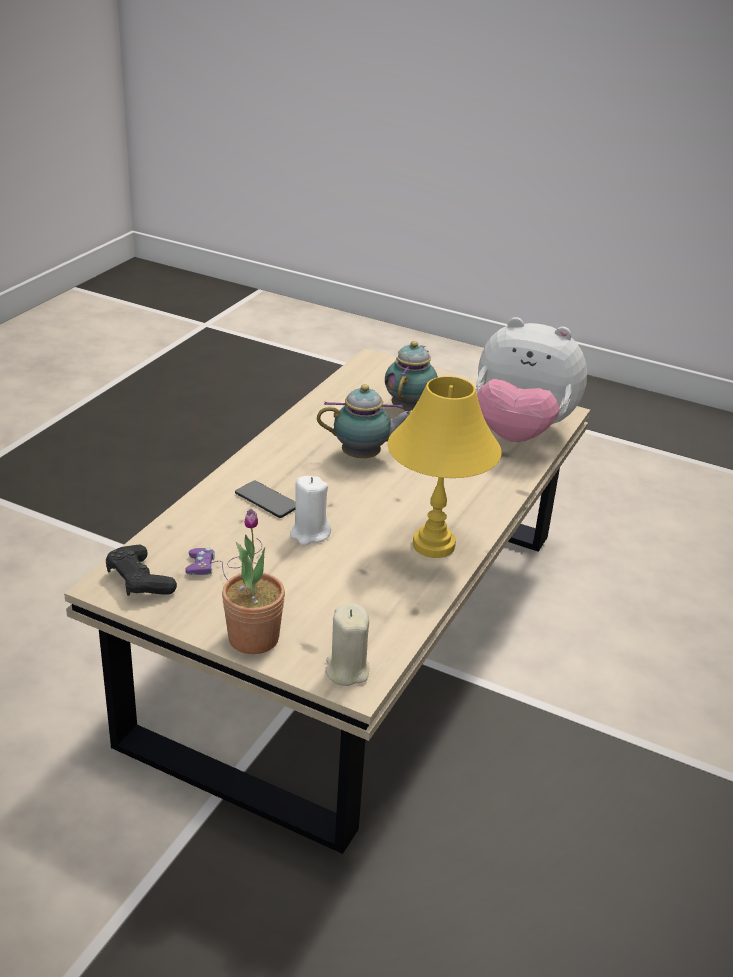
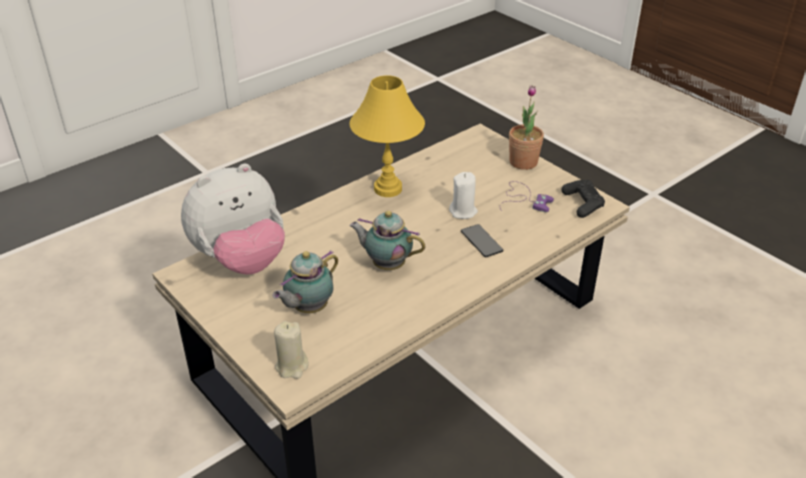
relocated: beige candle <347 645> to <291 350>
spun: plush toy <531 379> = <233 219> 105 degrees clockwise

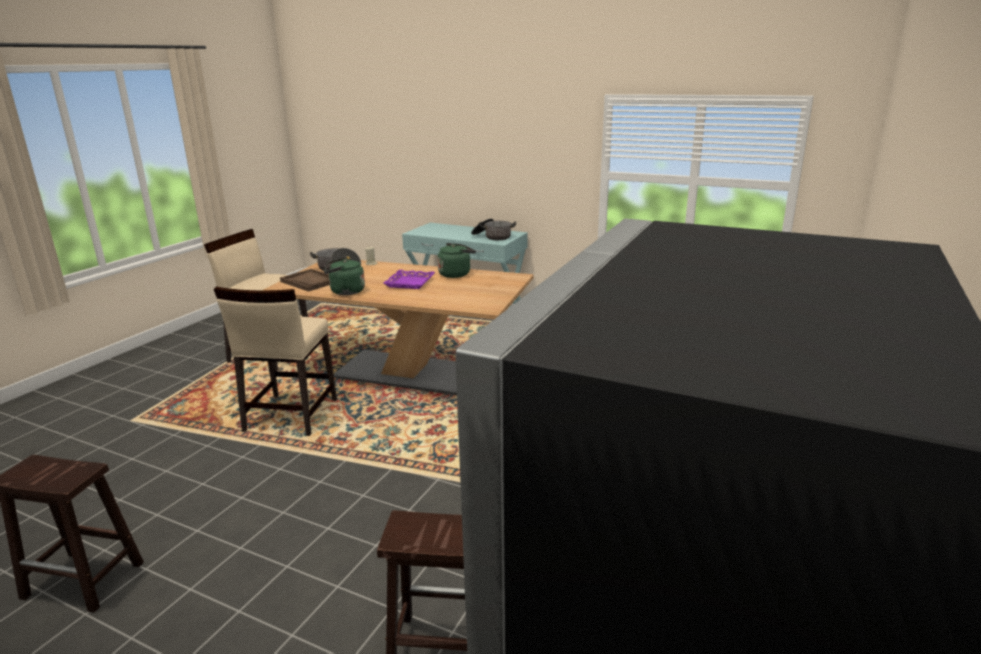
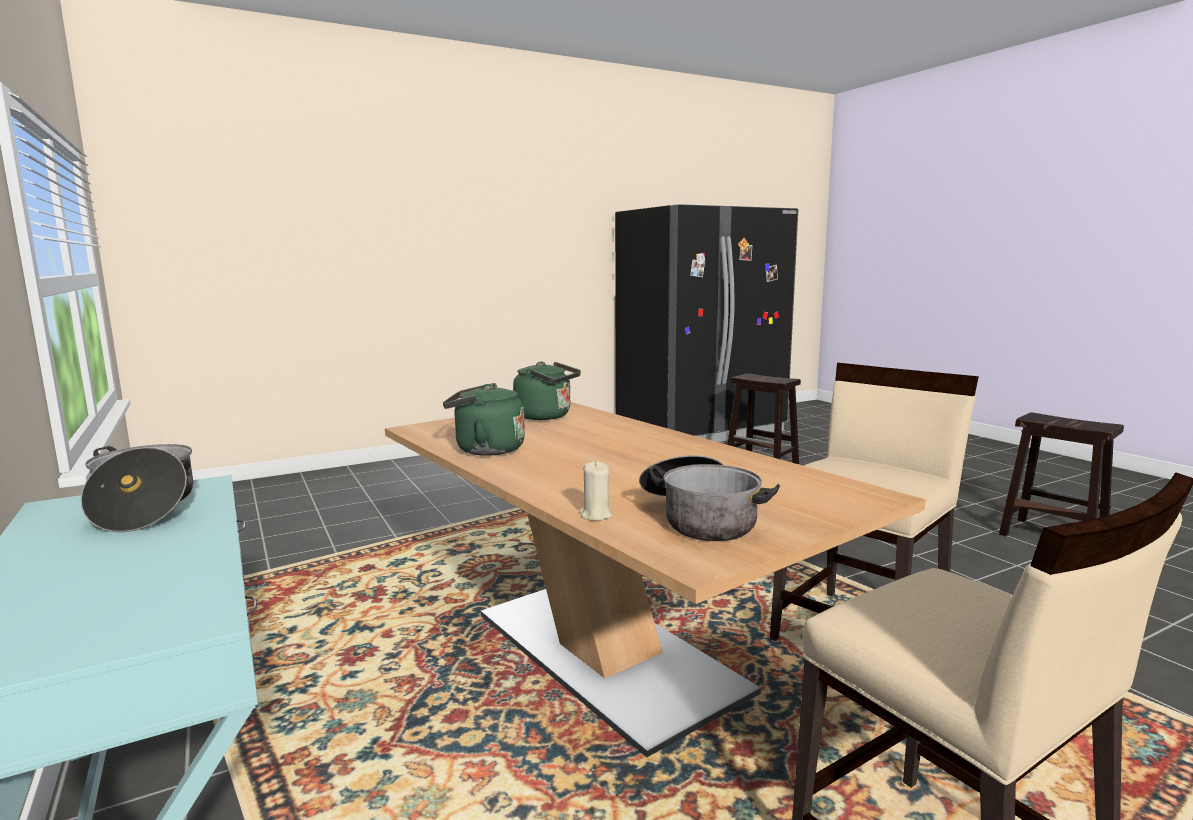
missing: brown tray <305 280>; purple tray <409 279>
relocated: green kettle <344 276> to <547 391>

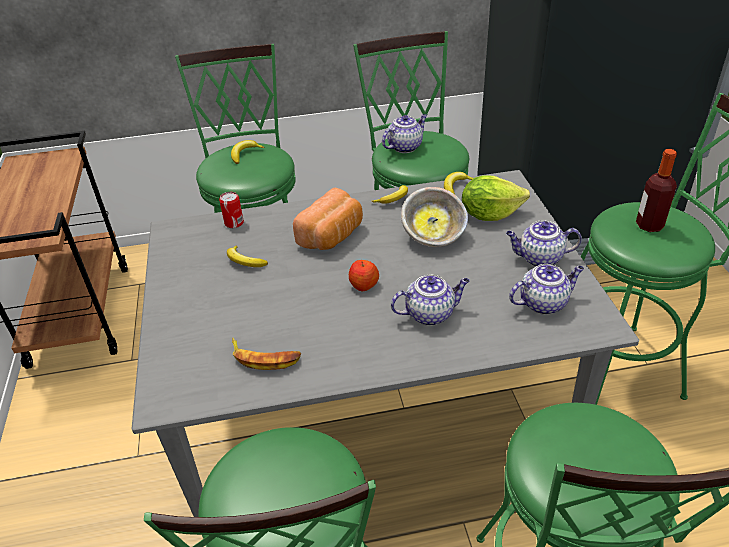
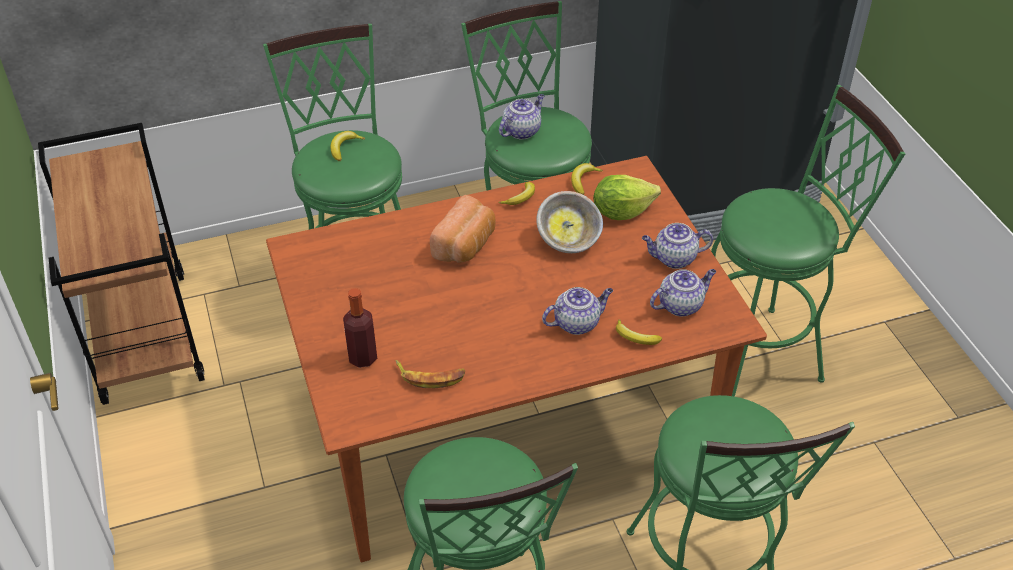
missing: can <231 210>; apple <364 275>
relocated: banana <247 256> to <639 332>; bottle <656 190> to <360 328>
colour: grey dining table <385 343> to brown dining table <516 359>

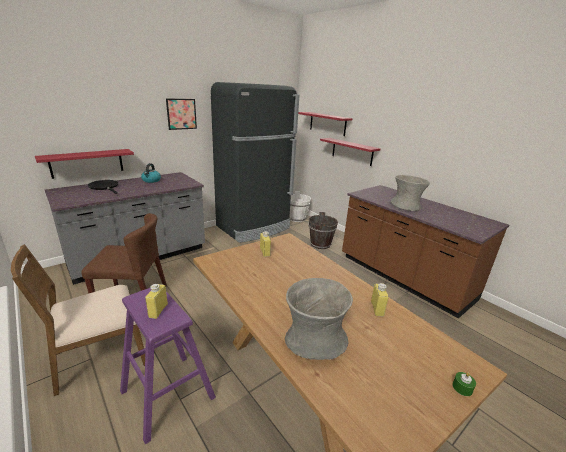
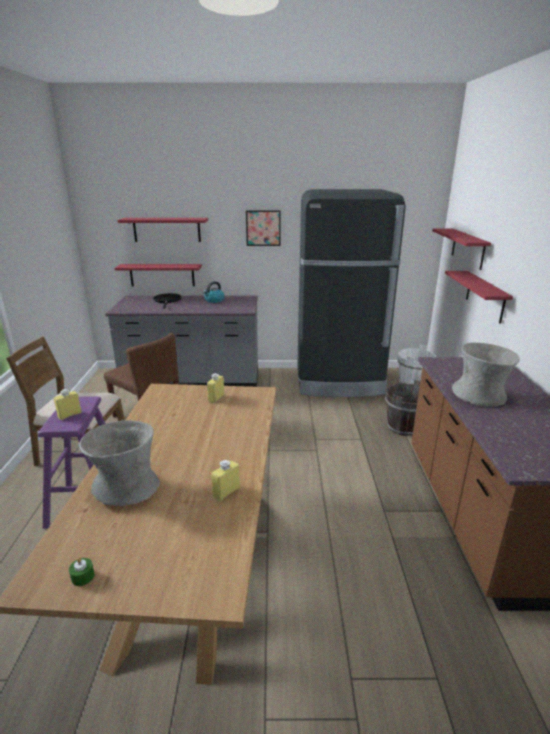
appeared: red shelf <163 230>
relocated: green candle <464 384> to <82 571>

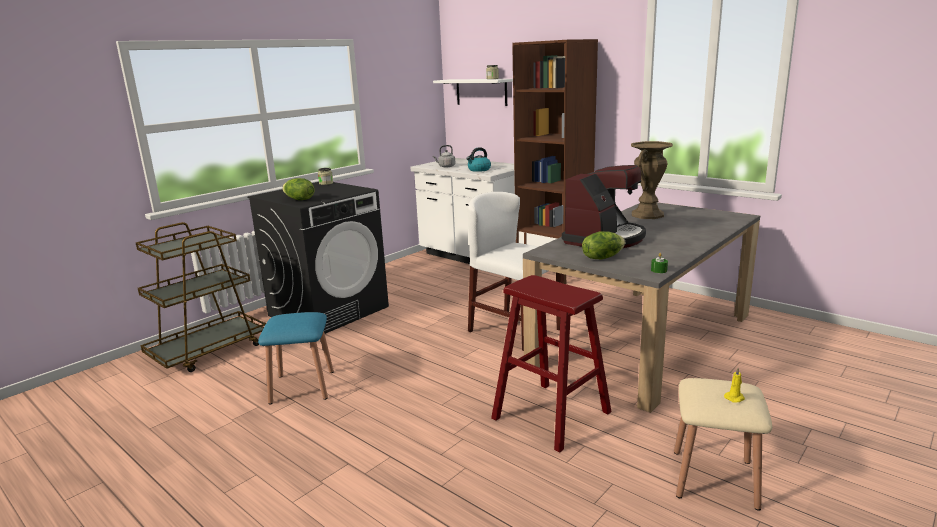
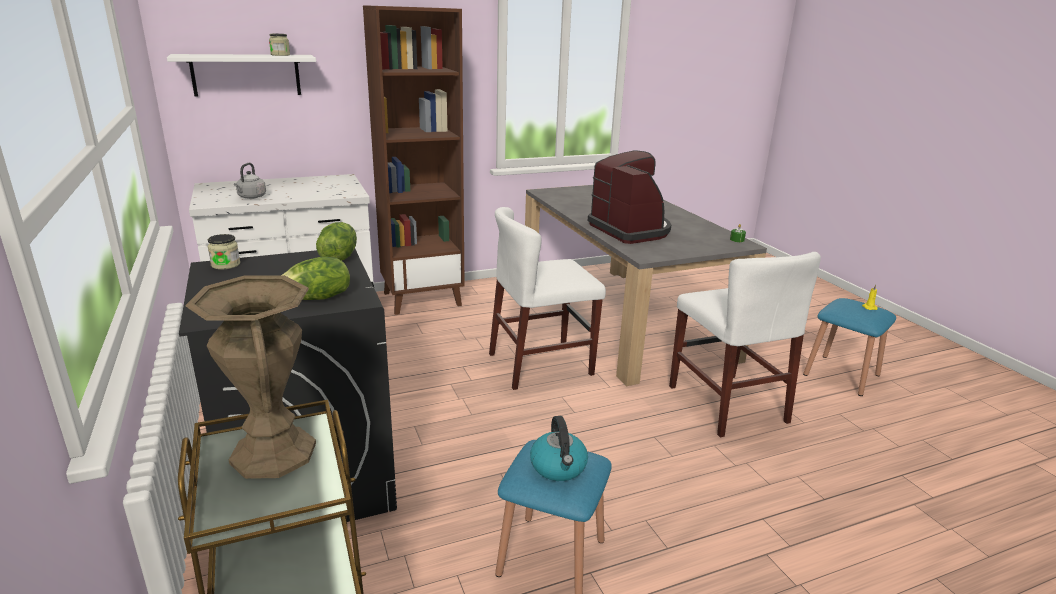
relocated: kettle <478 159> to <559 448>; lettuce <603 245> to <336 241>; brown vase <652 180> to <251 377>
exchanged: red stool <551 364> to white chair <745 344>
colour: beige stool <723 444> to blue stool <849 347>

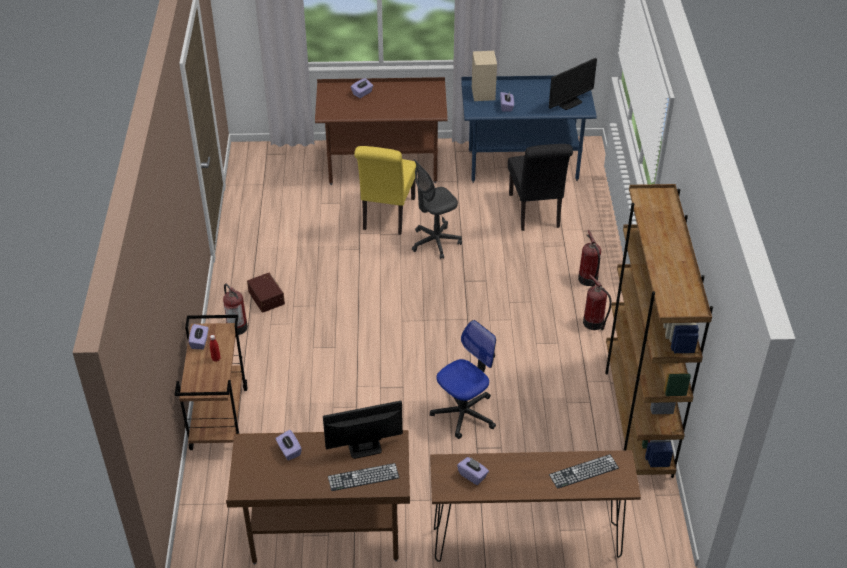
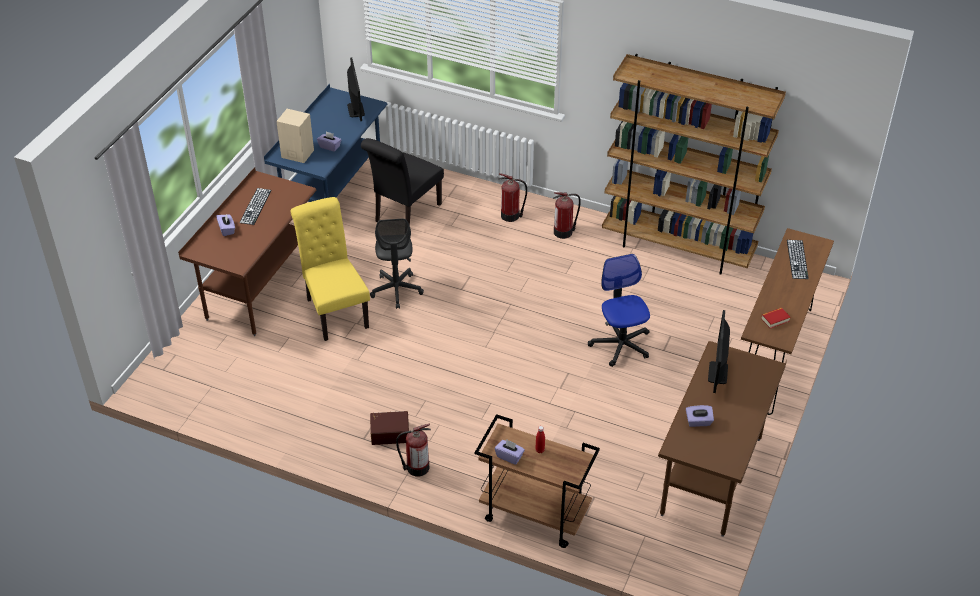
relocated: keyboard <363 477> to <255 206>
exchanged: purple tissue box <473 471> to book <776 318>
spun: yellow chair <386 190> = <330 269> 150 degrees counterclockwise; black chair <540 187> = <402 181> 105 degrees clockwise

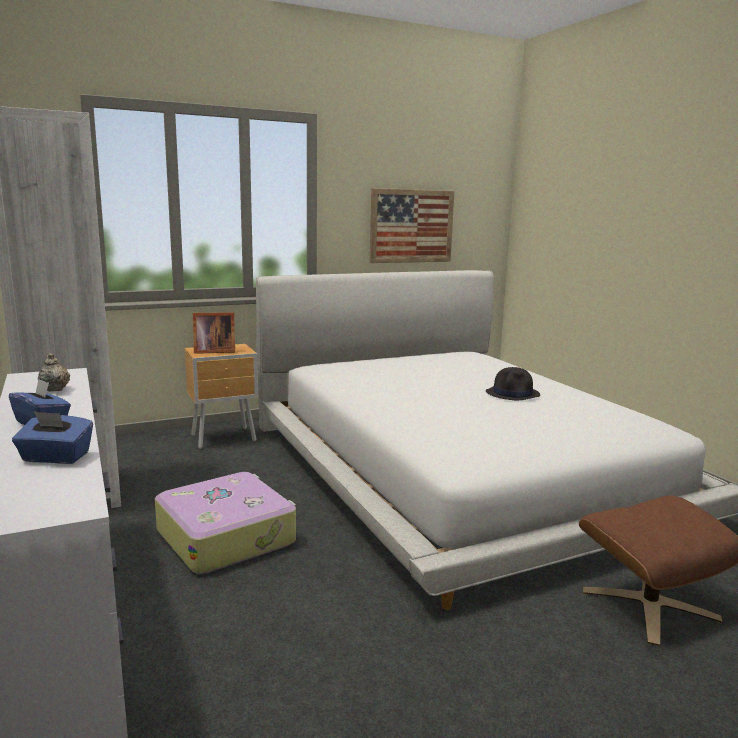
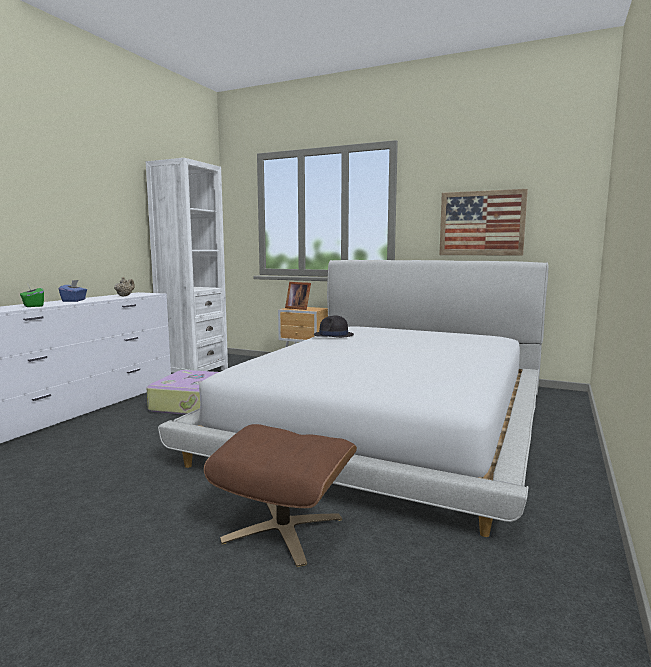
relocated: black hat <513 383> to <334 326>
colour: blue tissue box <52 437> to green tissue box <32 295>

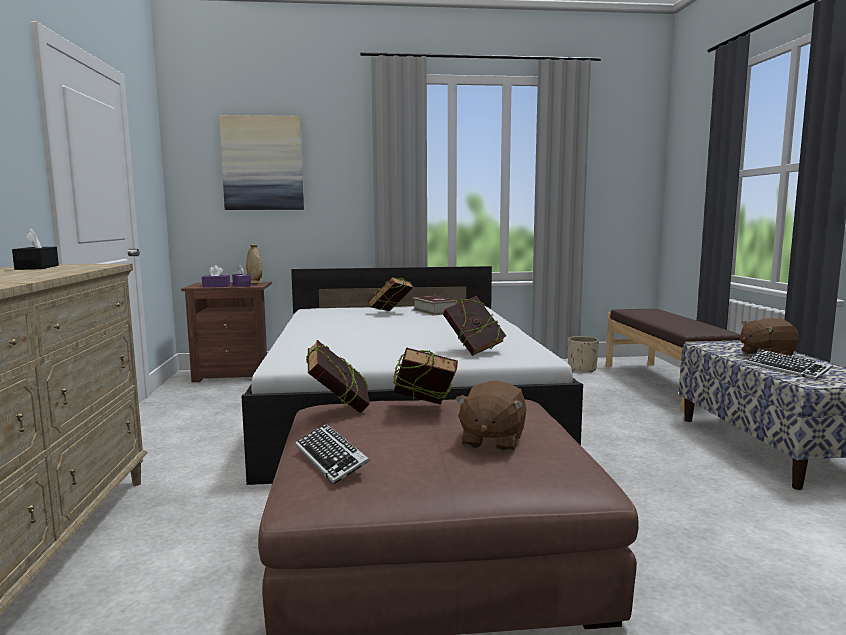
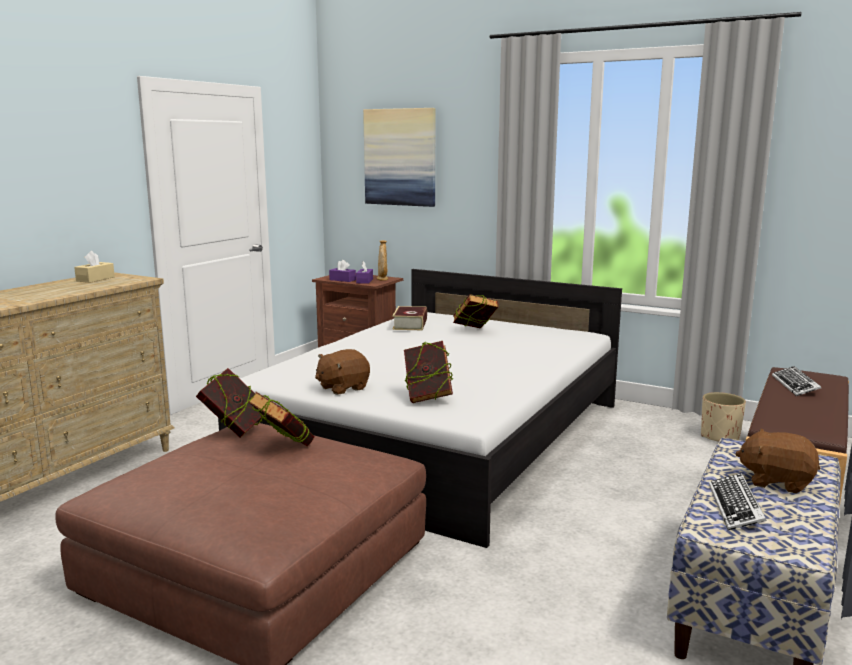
relocated: keyboard <332 454> to <796 381>; book <435 306> to <409 318>; brown plush toy <491 416> to <342 372>
colour: black tissue box <35 249> to beige tissue box <94 267>

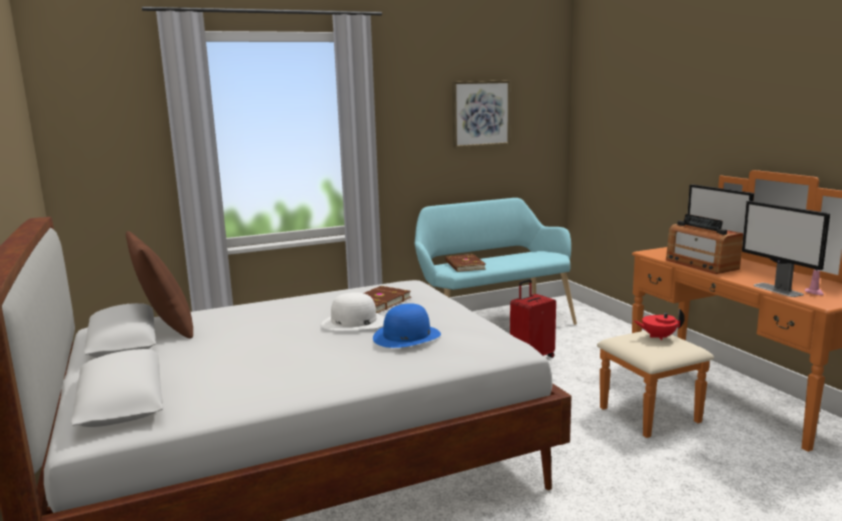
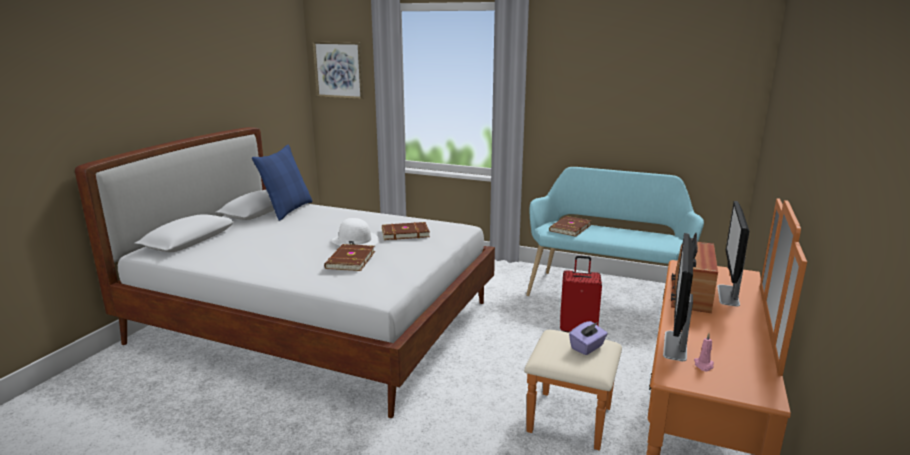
relocated: picture <481 114> to <338 70>
exchanged: blue hat <407 325> to brown book <349 257>; red teapot <659 324> to purple tissue box <588 338>
colour: brown pillow <159 285> to blue pillow <282 182>

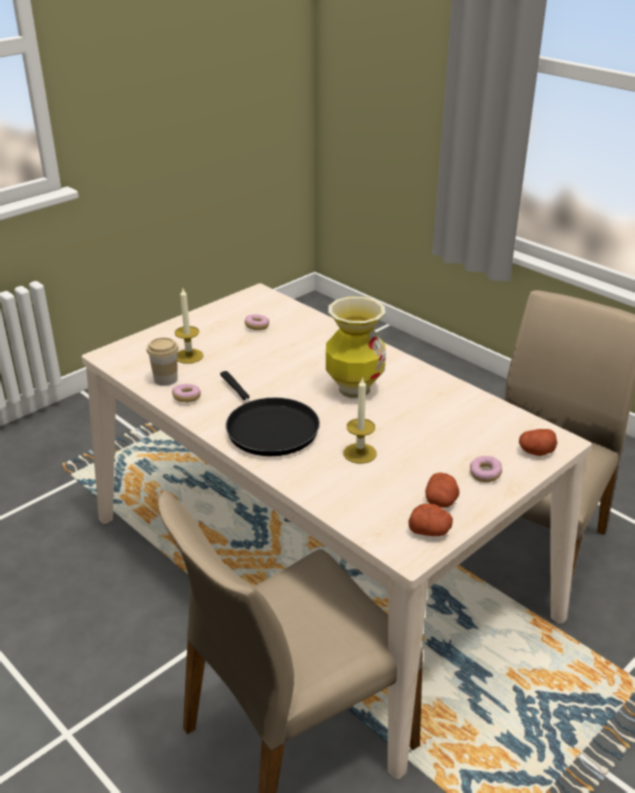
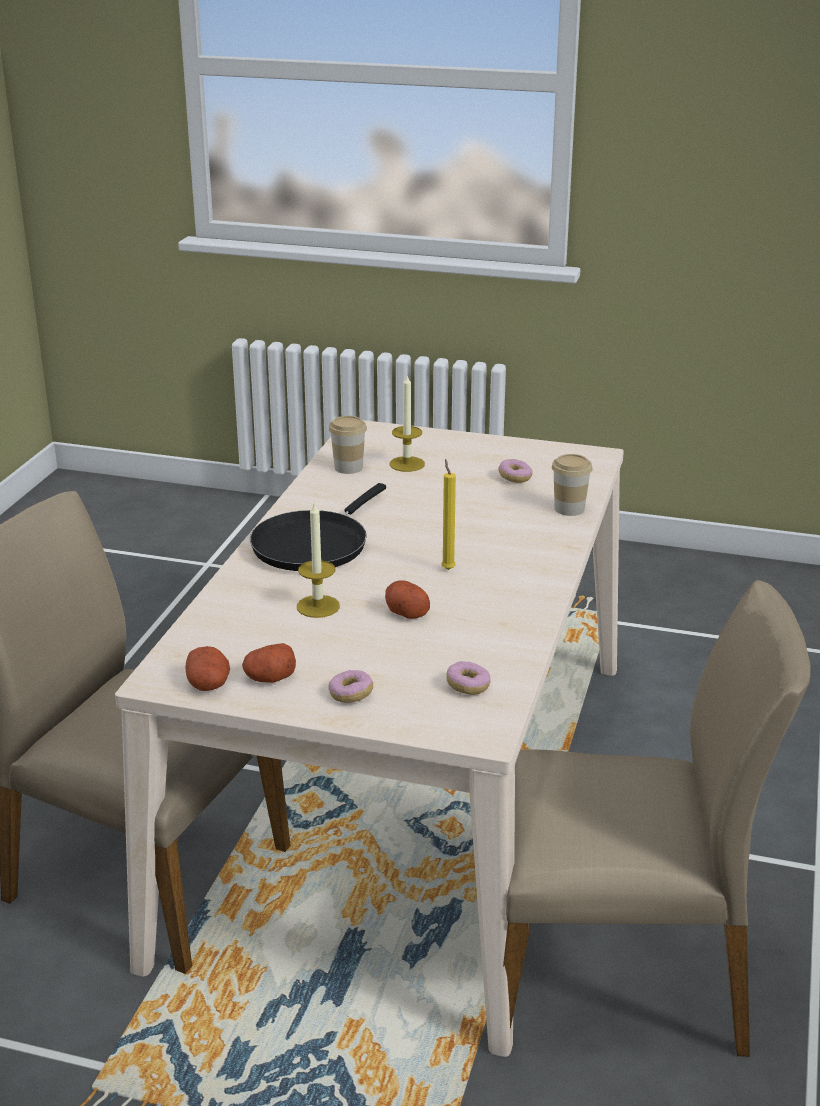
appeared: cup <572 485>
relocated: donut <186 393> to <468 678>; potato <538 442> to <407 599>
exchanged: vase <356 347> to yellow candle <448 514>

